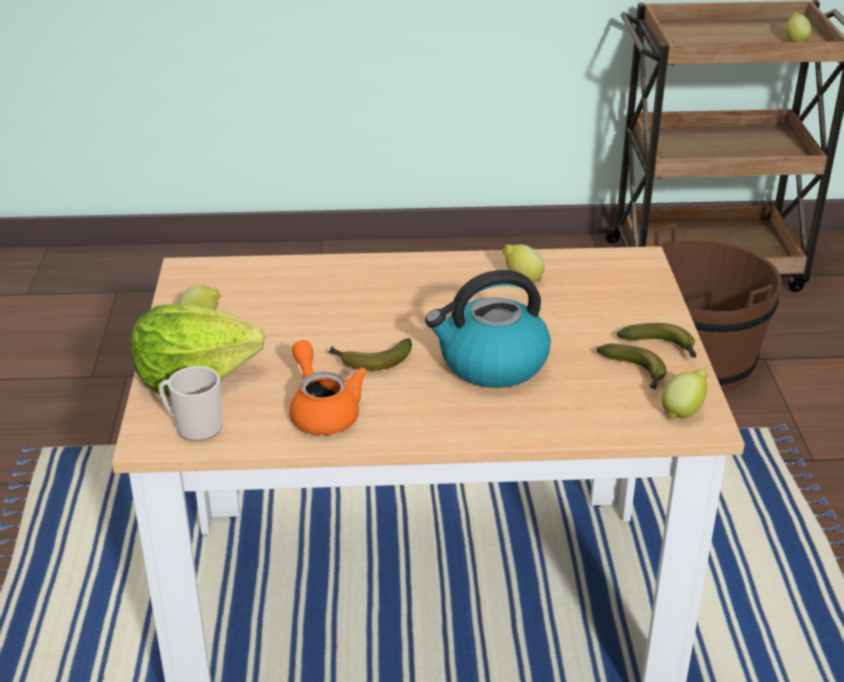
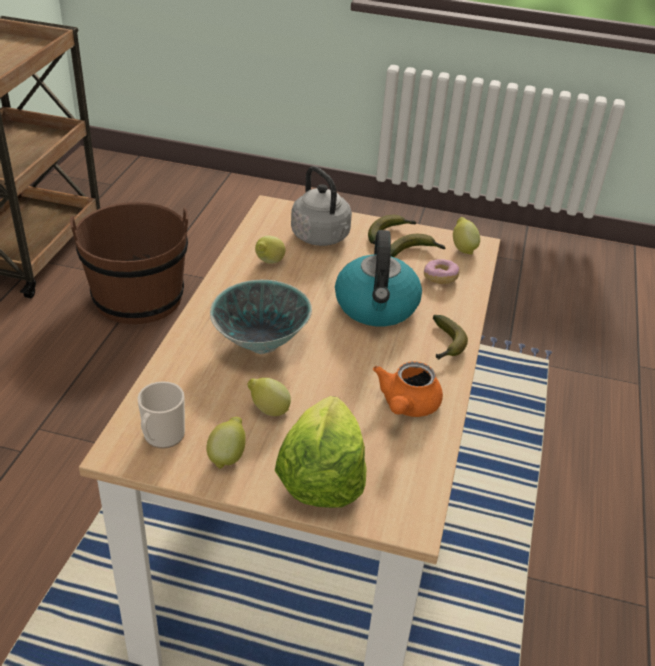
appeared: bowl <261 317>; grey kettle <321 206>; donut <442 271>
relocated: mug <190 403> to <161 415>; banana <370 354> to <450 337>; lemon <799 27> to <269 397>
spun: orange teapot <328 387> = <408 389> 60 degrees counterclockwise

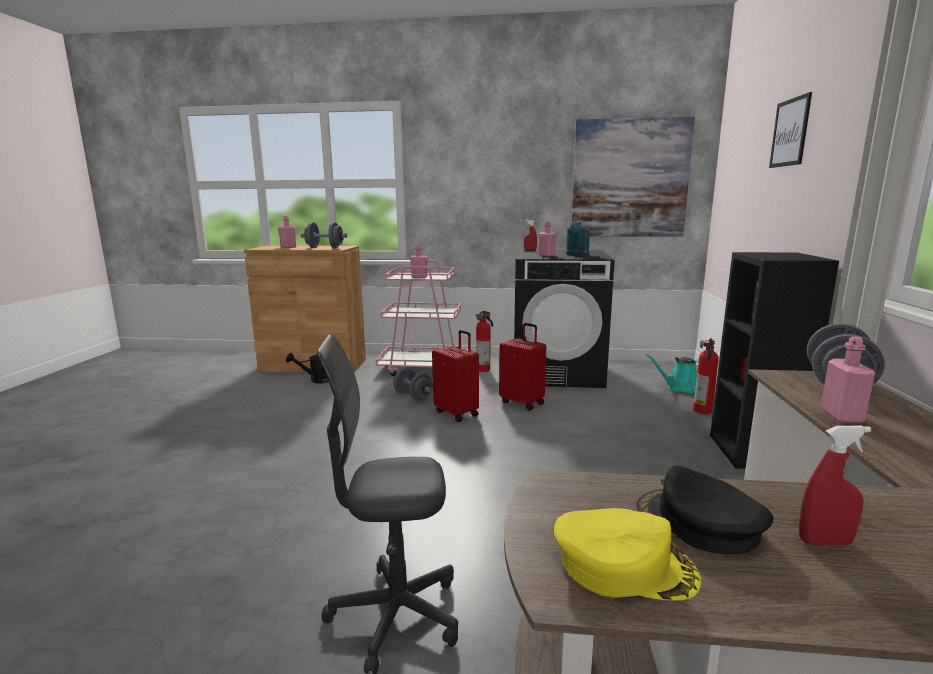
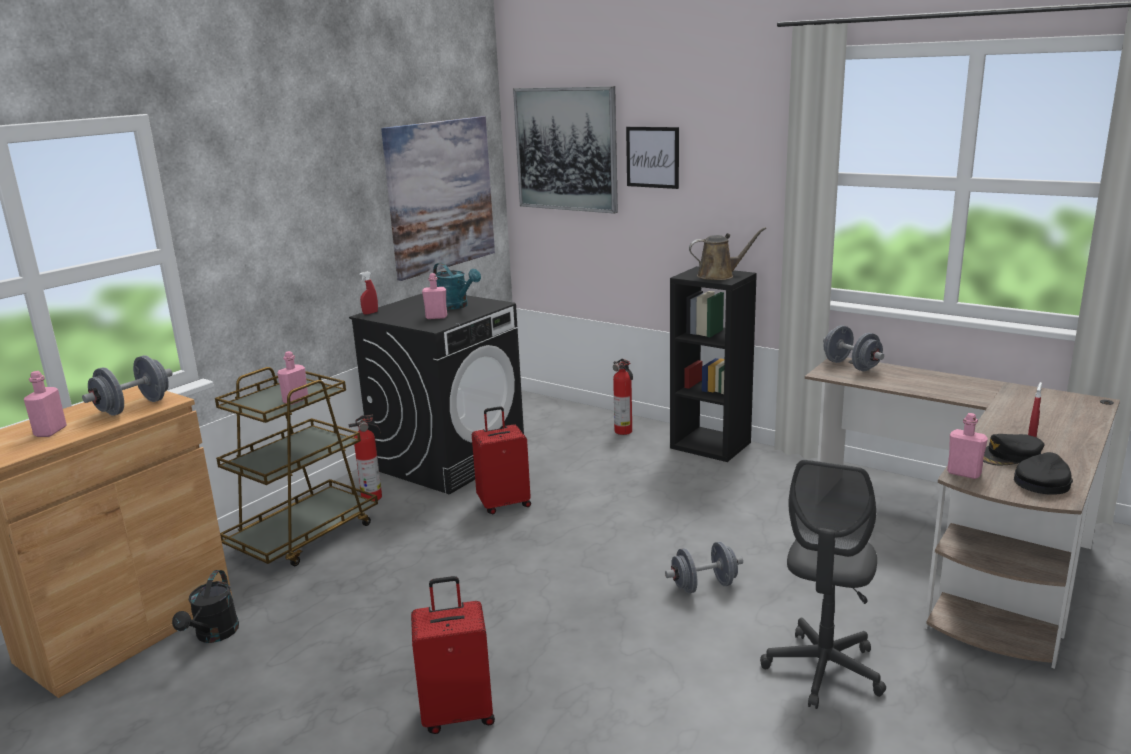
missing: turquoise watering can <672 374>
appeared: picture <565 150>; brown watering can <727 253>
relocated: grey dumbbell <413 384> to <704 567>; red suitcase <455 376> to <453 655>; pink bottle <848 379> to <967 446>
colour: pink cart <422 318> to brown cart <296 466>; yellow cap <627 554> to black cap <1043 473>

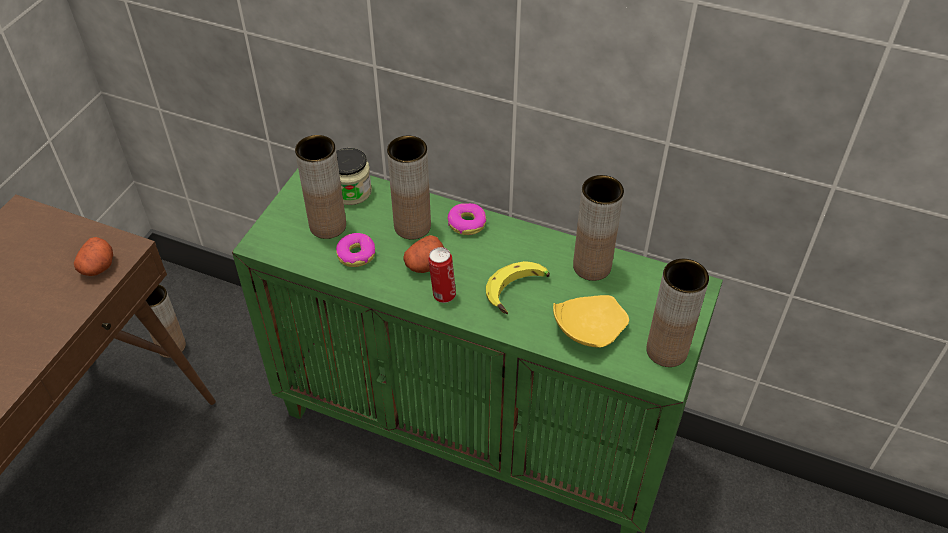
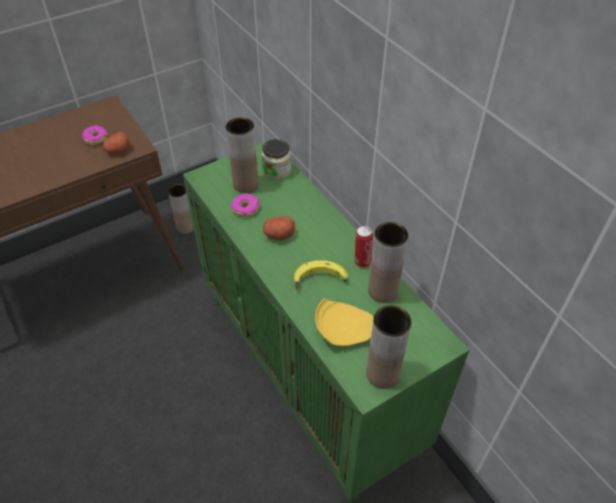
missing: brown vase <409 187>
relocated: can <442 275> to <364 247>; donut <466 219> to <95 135>

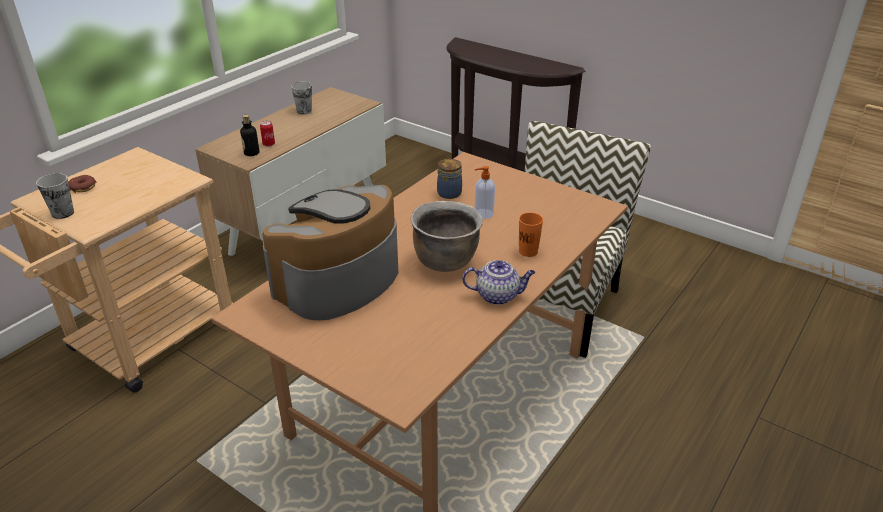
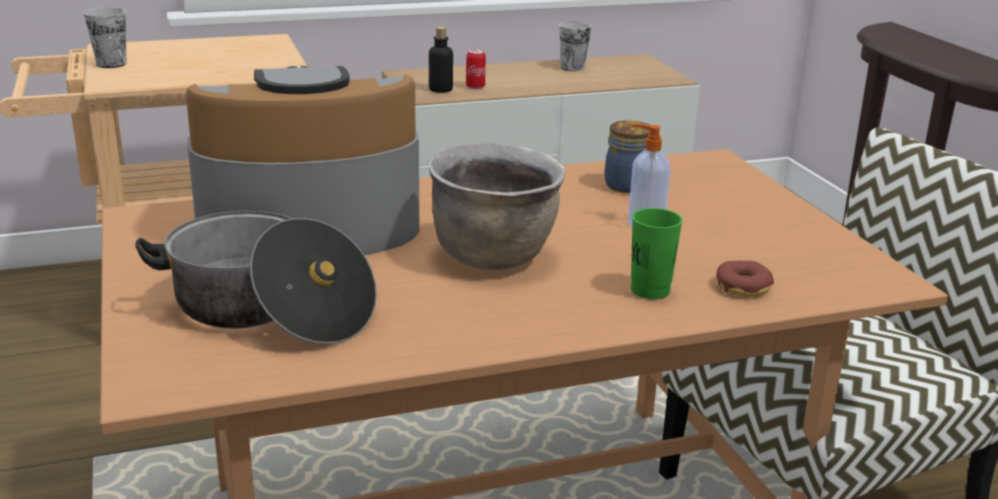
missing: teapot <498 282>
appeared: cooking pot <256 277>
relocated: donut <82 184> to <745 279>
colour: orange cup <531 234> to green cup <657 253>

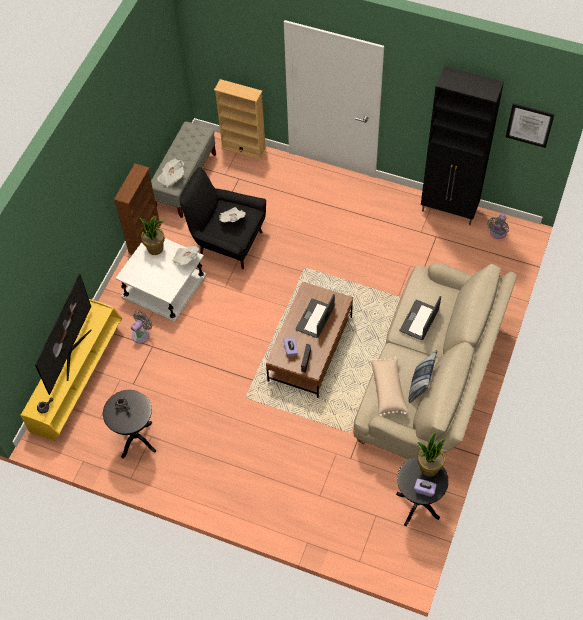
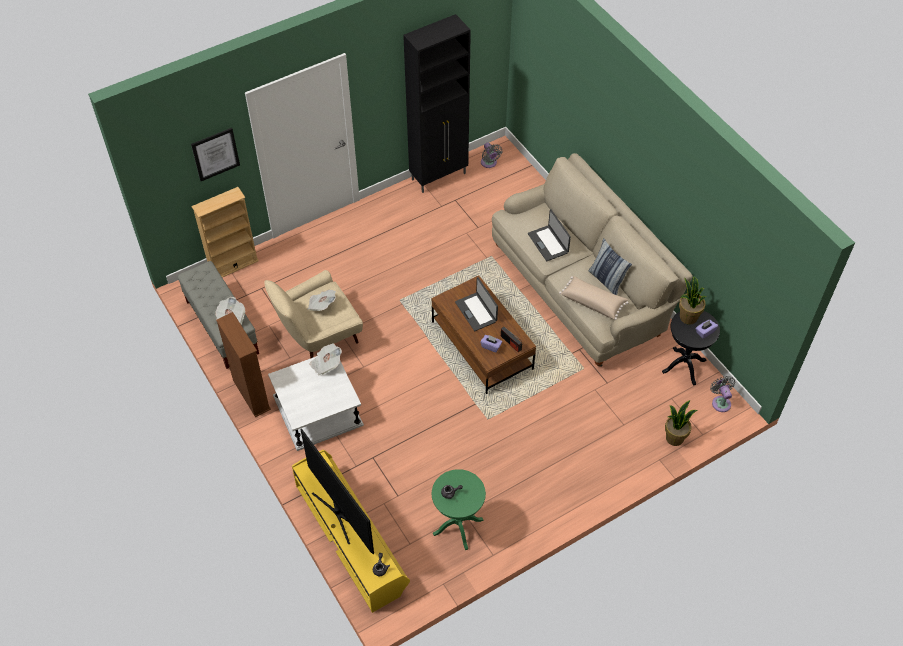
relocated: grey fan <141 327> to <722 394>; potted plant <152 235> to <681 423>; picture <530 125> to <215 154>
colour: black side table <129 424> to green side table <459 509>; black armchair <222 218> to beige armchair <313 314>

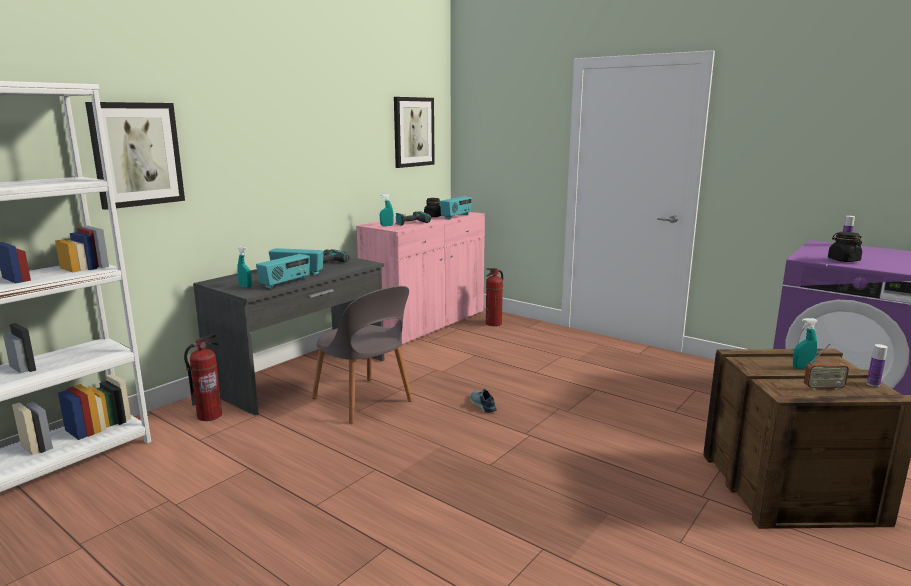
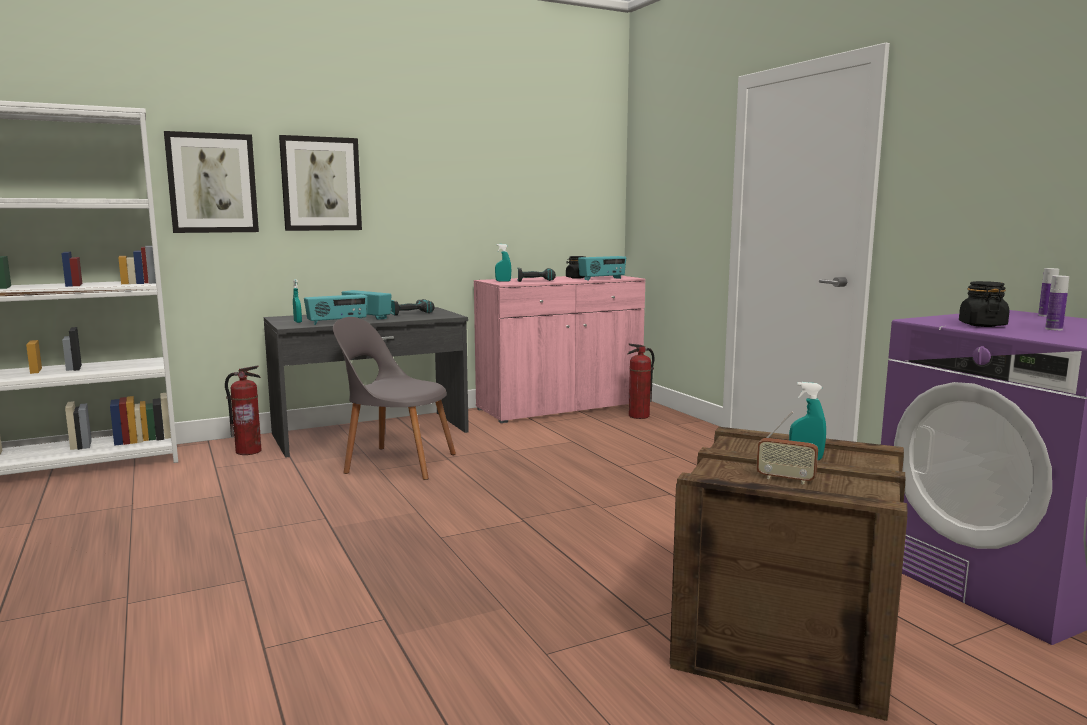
missing: shoe <483 401>
relocated: picture <414 132> to <320 183>; bottle <877 365> to <1057 303>
spun: grey chair <362 355> = <394 398> 120 degrees clockwise

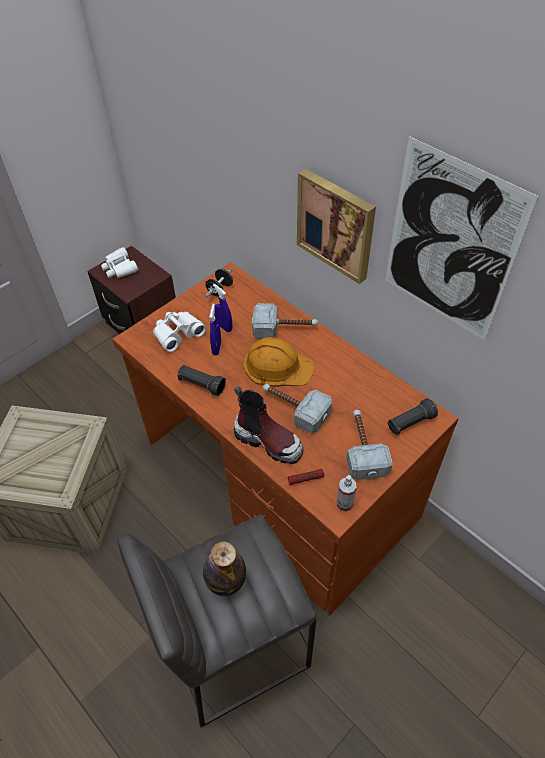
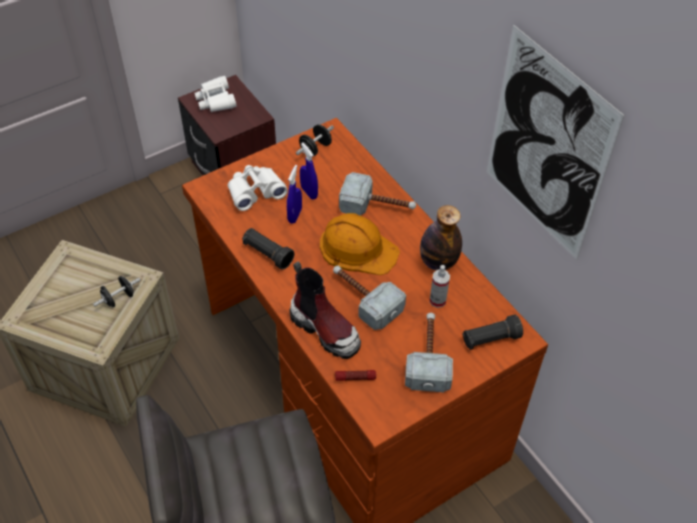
missing: picture <336 226>
appeared: black dumbbell <117 291>
relocated: bottle <224 569> to <441 238>; spray bottle <346 493> to <439 286>

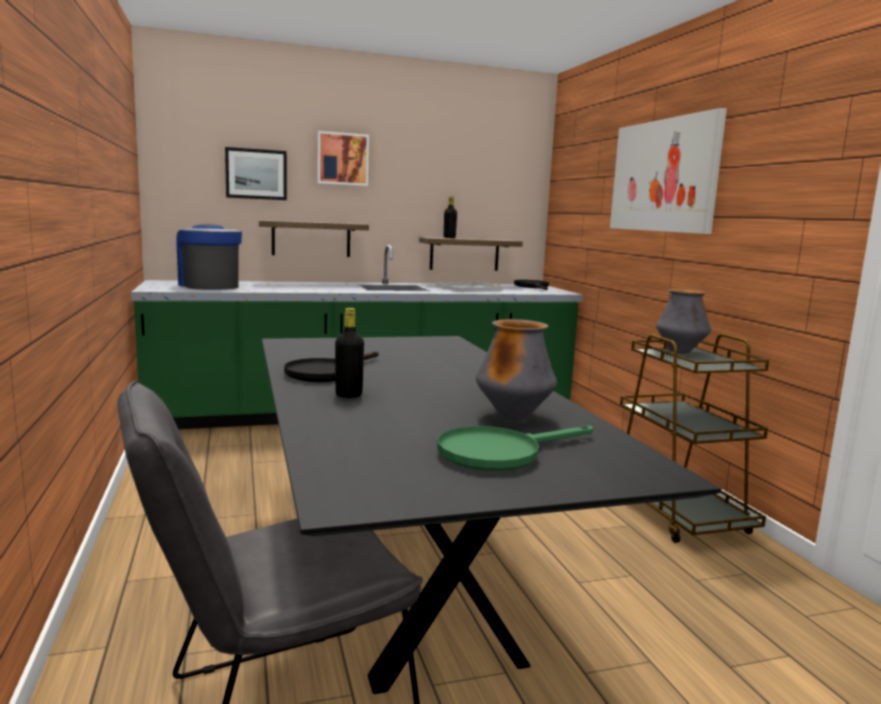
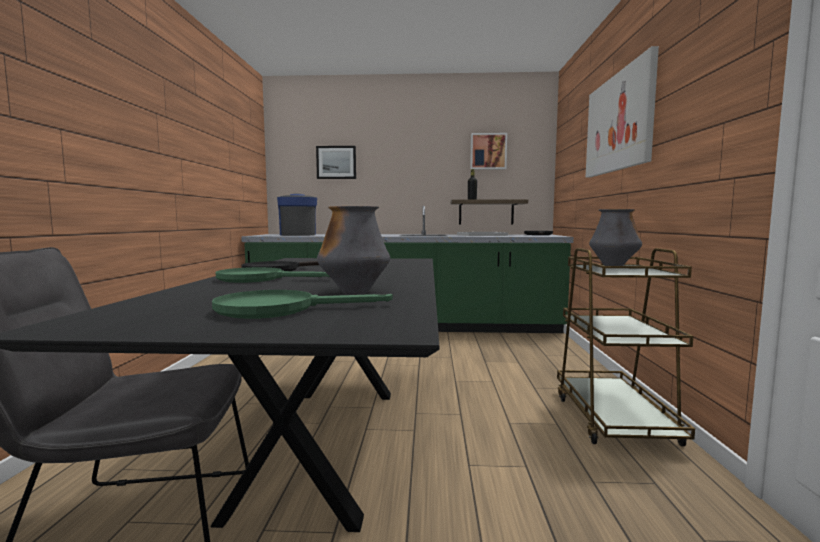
missing: shelf <313 238>
relocated: picture <343 158> to <488 151>
exchanged: black bottle <349 353> to green frying pan <273 275>

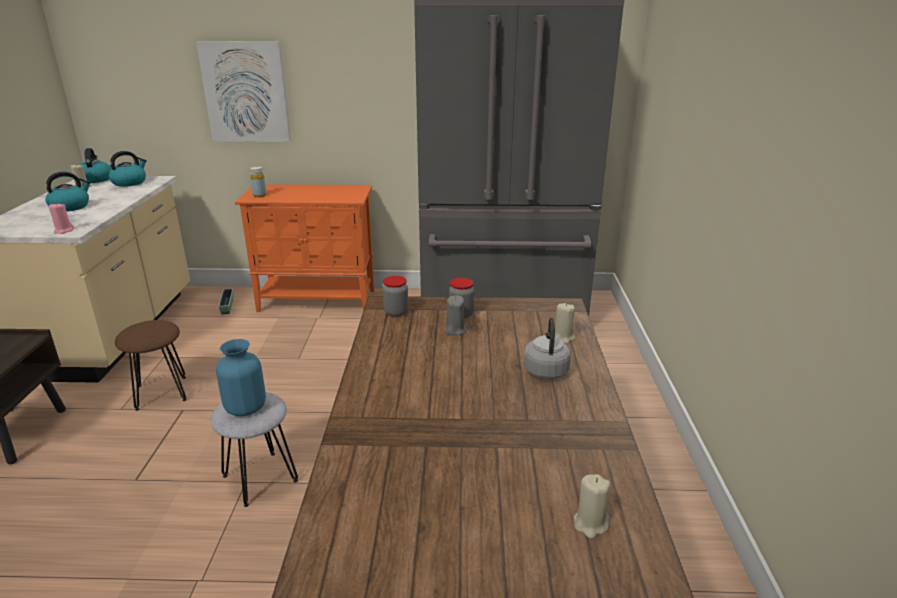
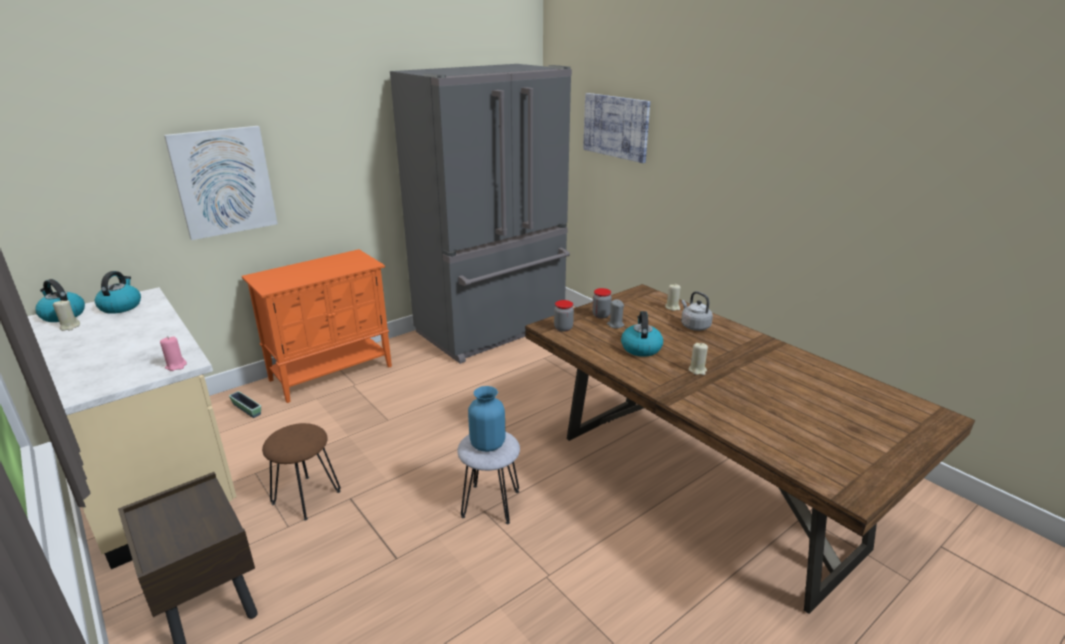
missing: yellow bottle <258 181>
appeared: picture <616 128>
relocated: kettle <68 192> to <642 334>; beige candle <592 506> to <698 359>

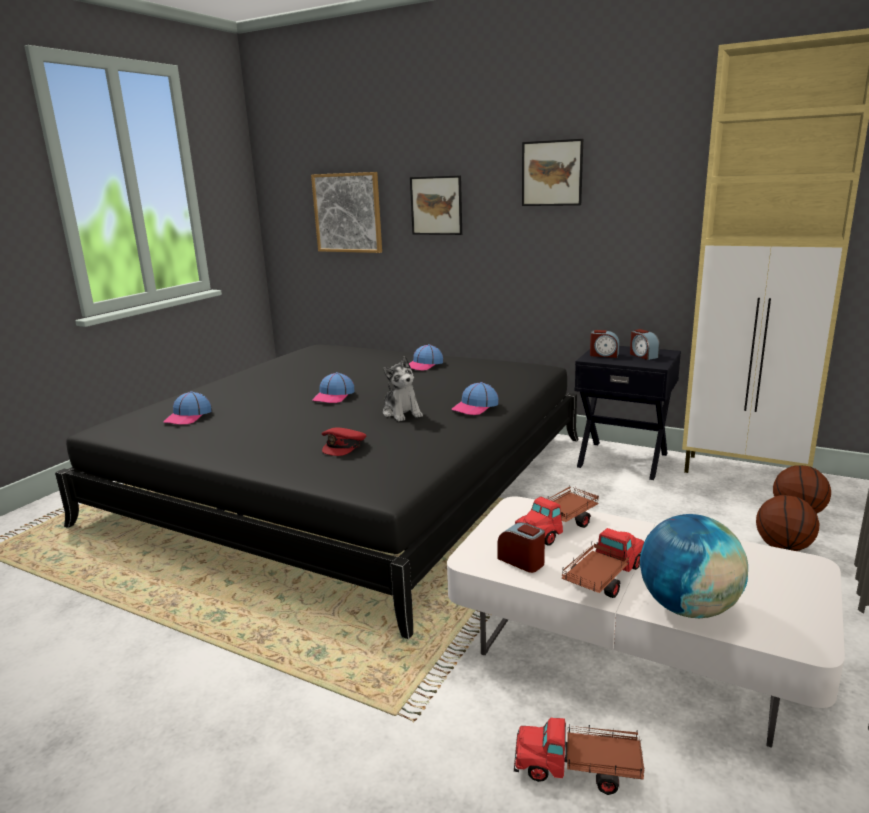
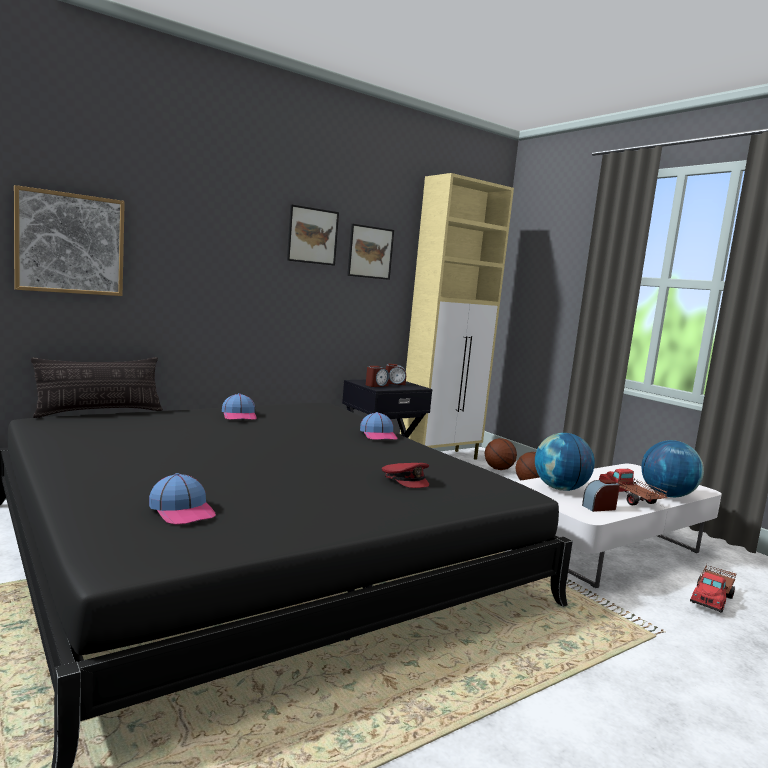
missing: cap <333 387>; plush toy <403 388>
appeared: pillow <97 387>
relocated: picture <436 205> to <370 252>
exchanged: toy truck <557 515> to globe <565 462>

